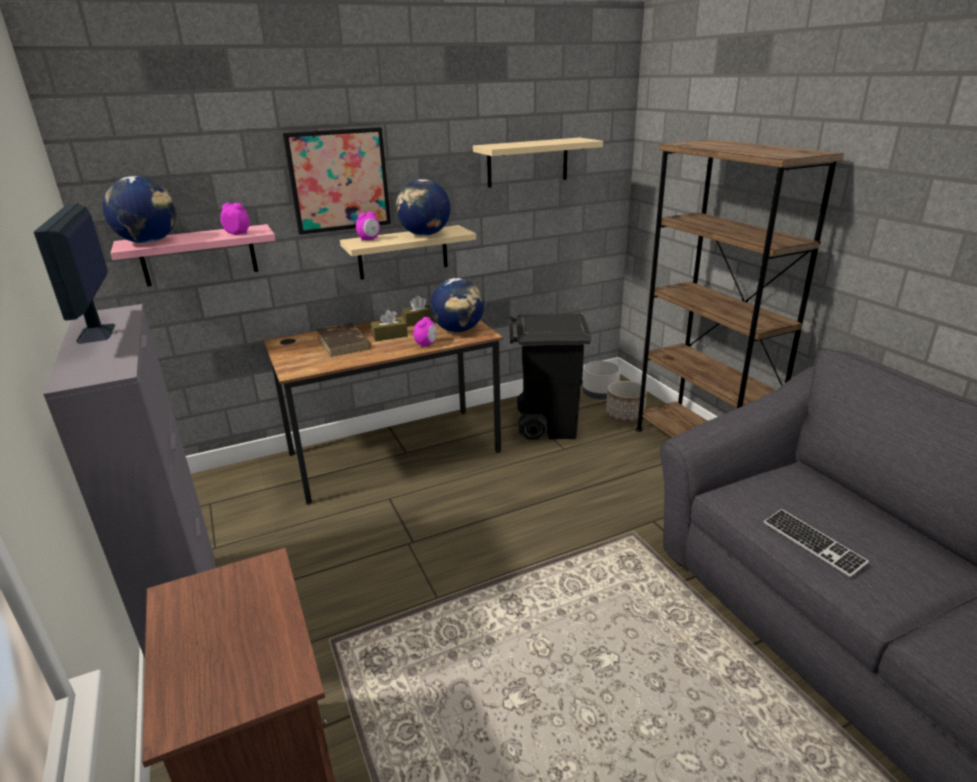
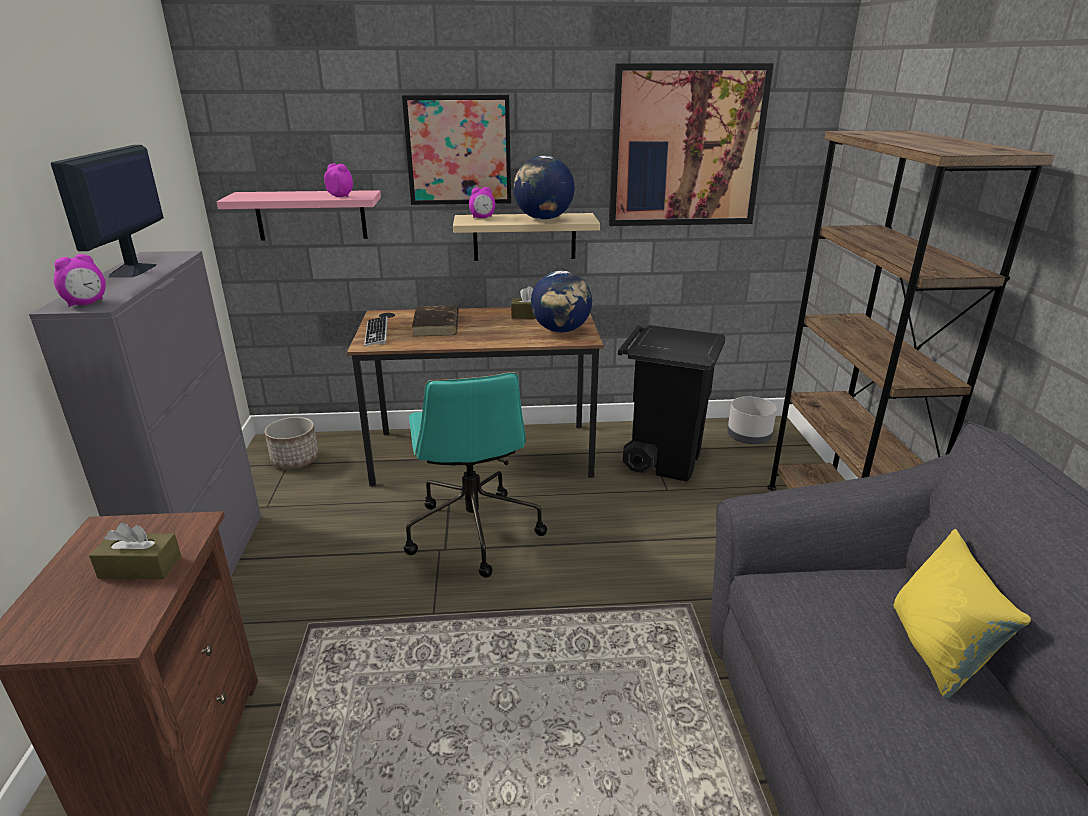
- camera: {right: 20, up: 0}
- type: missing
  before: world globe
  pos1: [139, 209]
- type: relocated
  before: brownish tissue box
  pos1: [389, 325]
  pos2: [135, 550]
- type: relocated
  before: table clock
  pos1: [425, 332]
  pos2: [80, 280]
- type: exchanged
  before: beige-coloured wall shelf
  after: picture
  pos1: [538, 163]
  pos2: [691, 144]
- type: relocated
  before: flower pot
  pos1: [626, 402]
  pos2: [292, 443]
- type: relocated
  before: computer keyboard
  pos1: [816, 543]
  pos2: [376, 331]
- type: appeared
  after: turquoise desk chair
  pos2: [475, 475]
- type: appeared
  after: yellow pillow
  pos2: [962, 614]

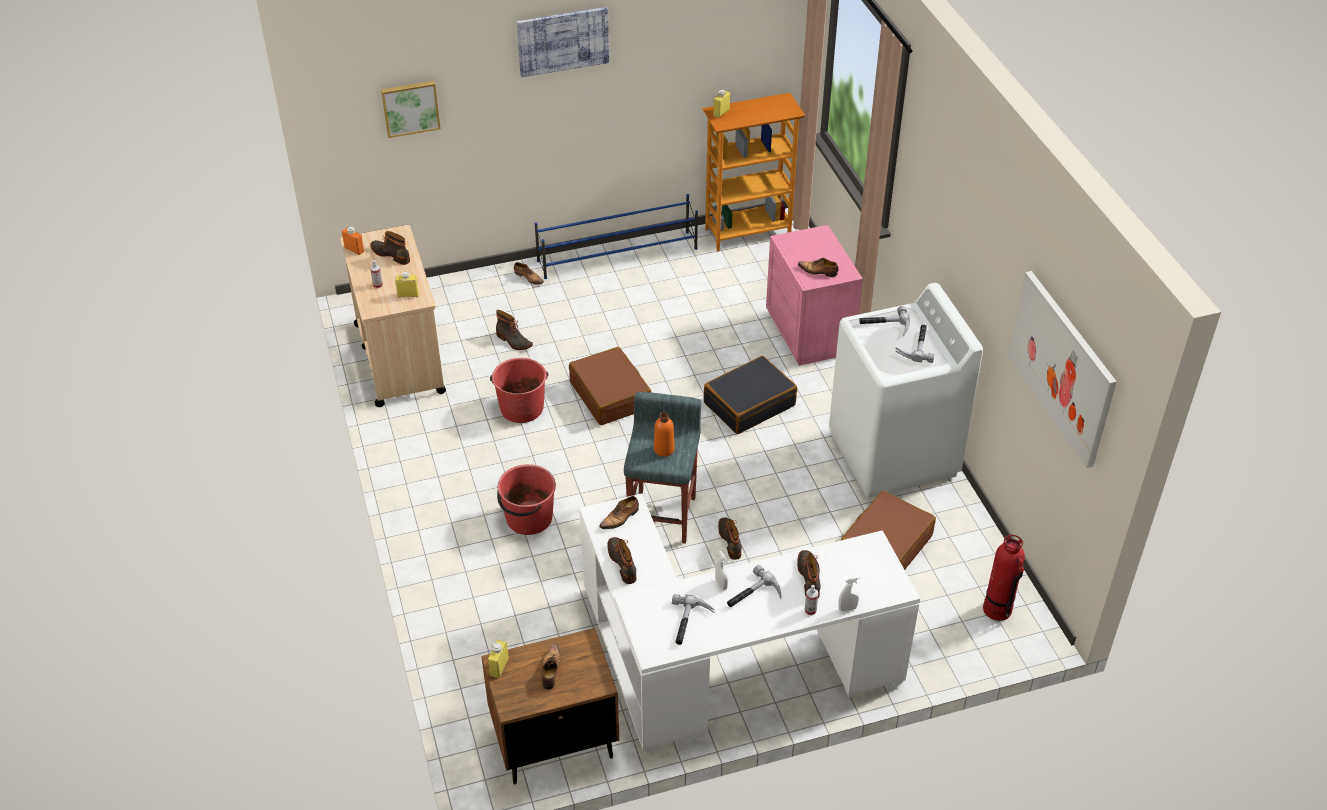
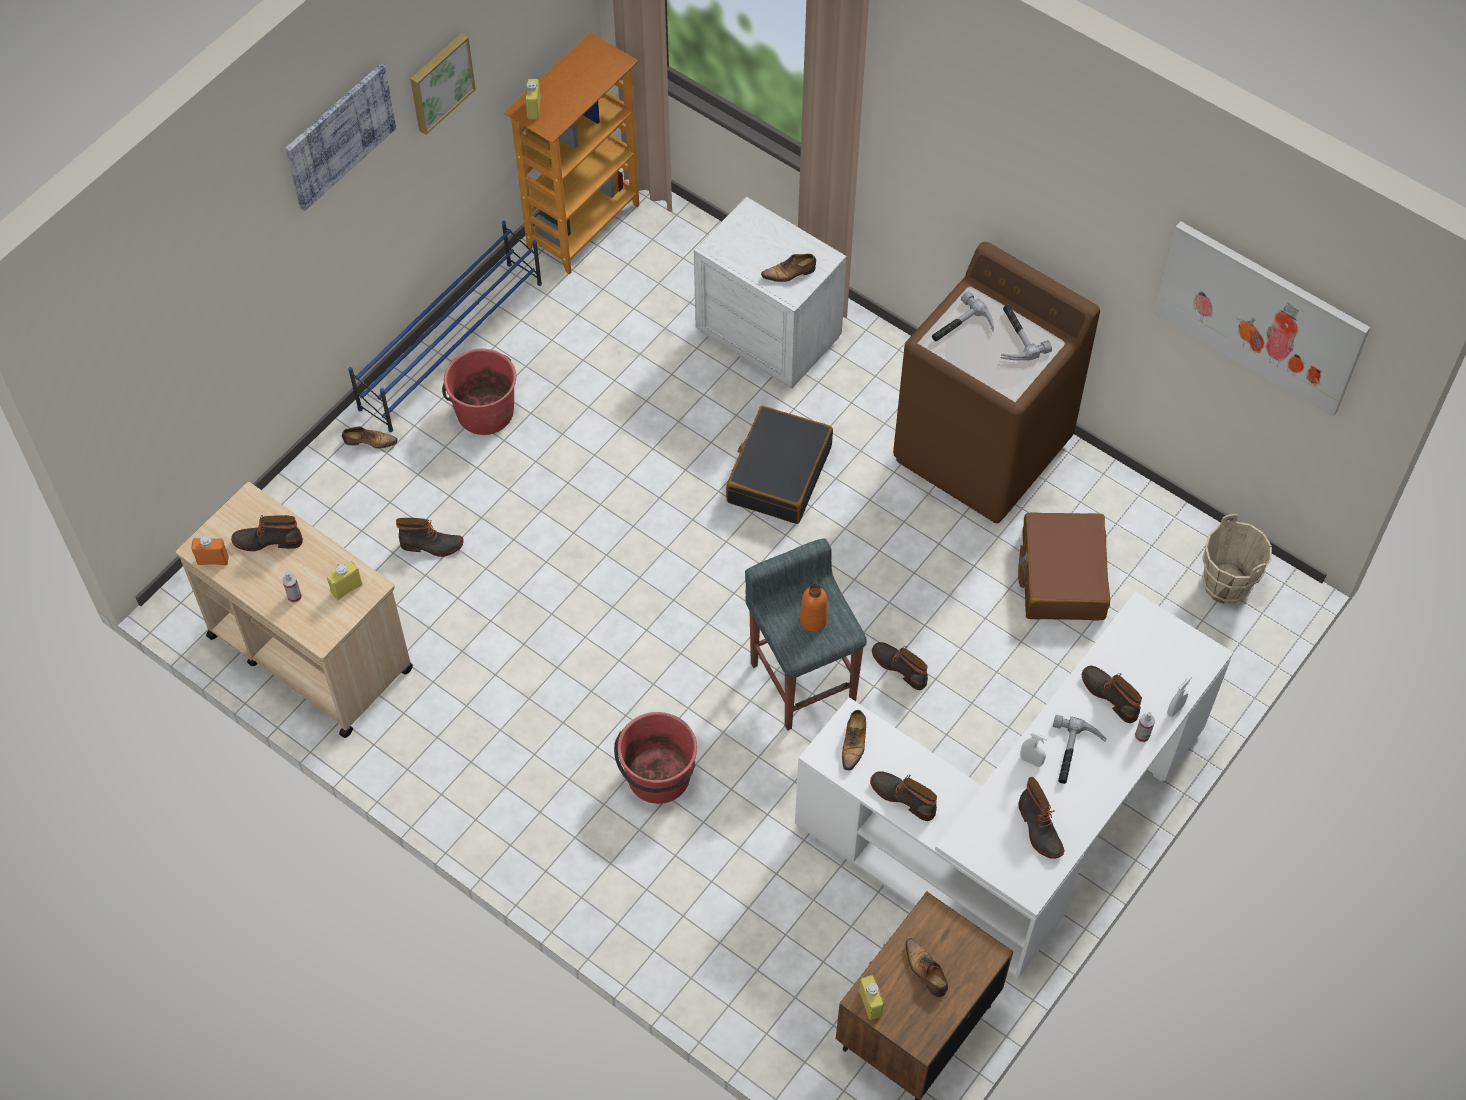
- camera: {right: -35, up: 15}
- type: relocated
  before: picture
  pos1: [411, 109]
  pos2: [443, 84]
- type: relocated
  before: red-coloured pail
  pos1: [519, 390]
  pos2: [479, 392]
- type: missing
  before: brownish travel case
  pos1: [610, 386]
- type: exchanged
  before: hammer
  after: tall boot
  pos1: [693, 619]
  pos2: [1041, 818]
- type: colour
  before: pink-coloured night table
  after: whitish night table
  pos1: [814, 295]
  pos2: [770, 293]
- type: colour
  before: whitish washing machine
  after: brownish washing machine
  pos1: [906, 390]
  pos2: [996, 383]
- type: exchanged
  before: extinguisher
  after: beige-coloured pail
  pos1: [1004, 578]
  pos2: [1237, 559]

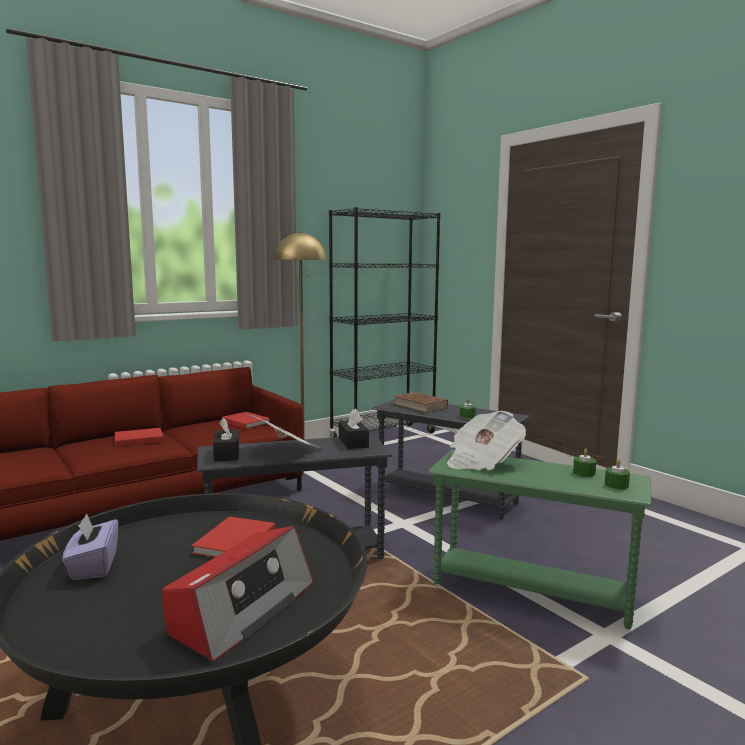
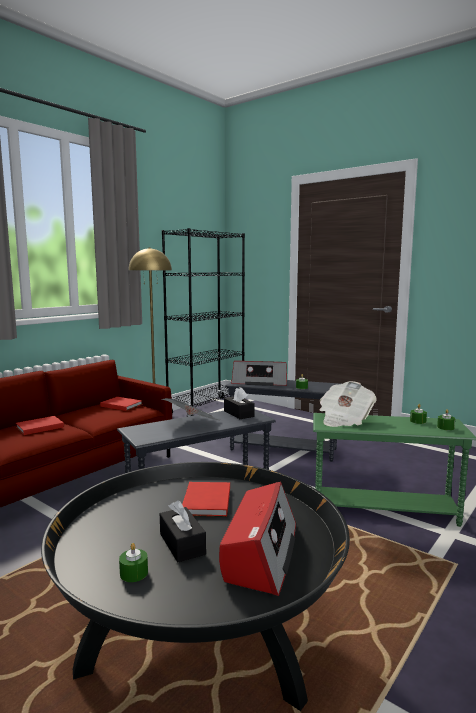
- camera: {right: -15, up: 0}
- type: missing
  before: purple tissue box
  pos1: [90, 547]
- type: relocated
  before: black tissue box
  pos1: [226, 440]
  pos2: [183, 531]
- type: exchanged
  before: brownish book
  after: radio set
  pos1: [420, 402]
  pos2: [259, 373]
- type: appeared
  after: green-coloured wax candle
  pos2: [133, 562]

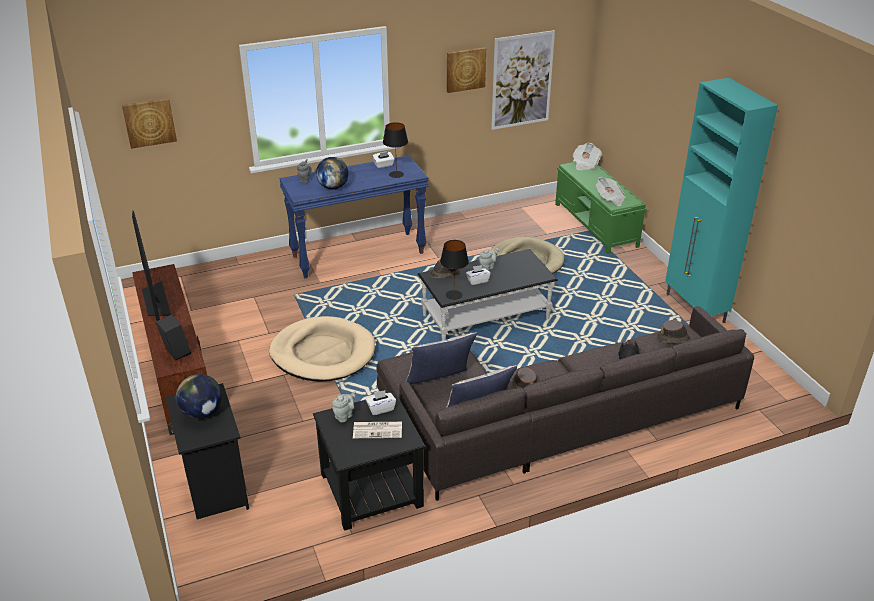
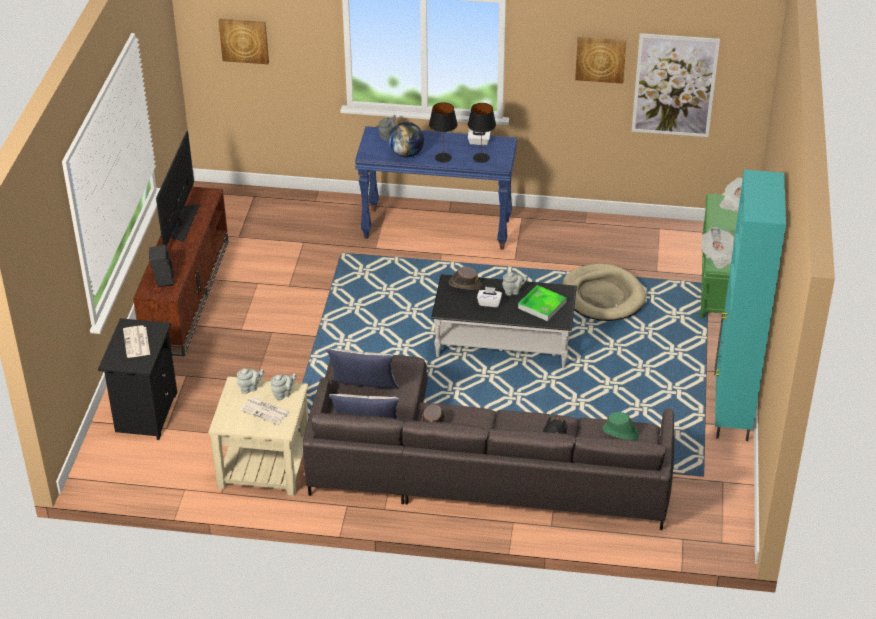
- camera: {right: 30, up: 5}
- type: exchanged
  before: world globe
  after: daily paper
  pos1: [199, 396]
  pos2: [136, 341]
- type: missing
  before: beige-coloured pet bed
  pos1: [322, 349]
- type: colour
  before: black accent table
  after: beige-coloured accent table
  pos1: [369, 461]
  pos2: [258, 436]
- type: exchanged
  before: whitish tissue box
  after: gray tea pot
  pos1: [381, 402]
  pos2: [283, 386]
- type: relocated
  before: black table lamp
  pos1: [454, 270]
  pos2: [443, 132]
- type: colour
  before: brownish wearable hat
  after: green-coloured wearable hat
  pos1: [673, 331]
  pos2: [621, 426]
- type: appeared
  after: serving tray
  pos2: [542, 303]

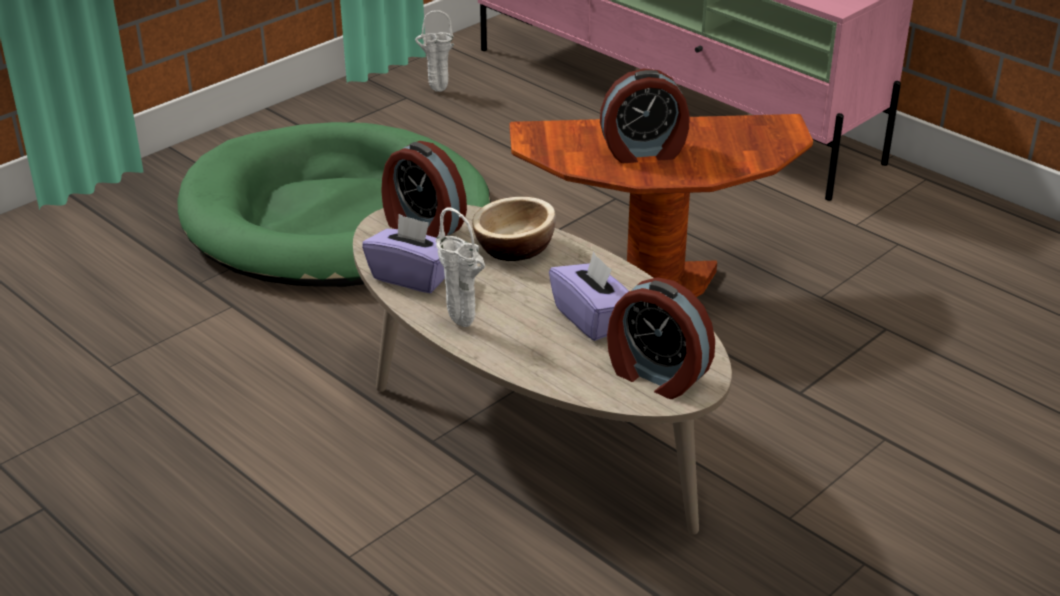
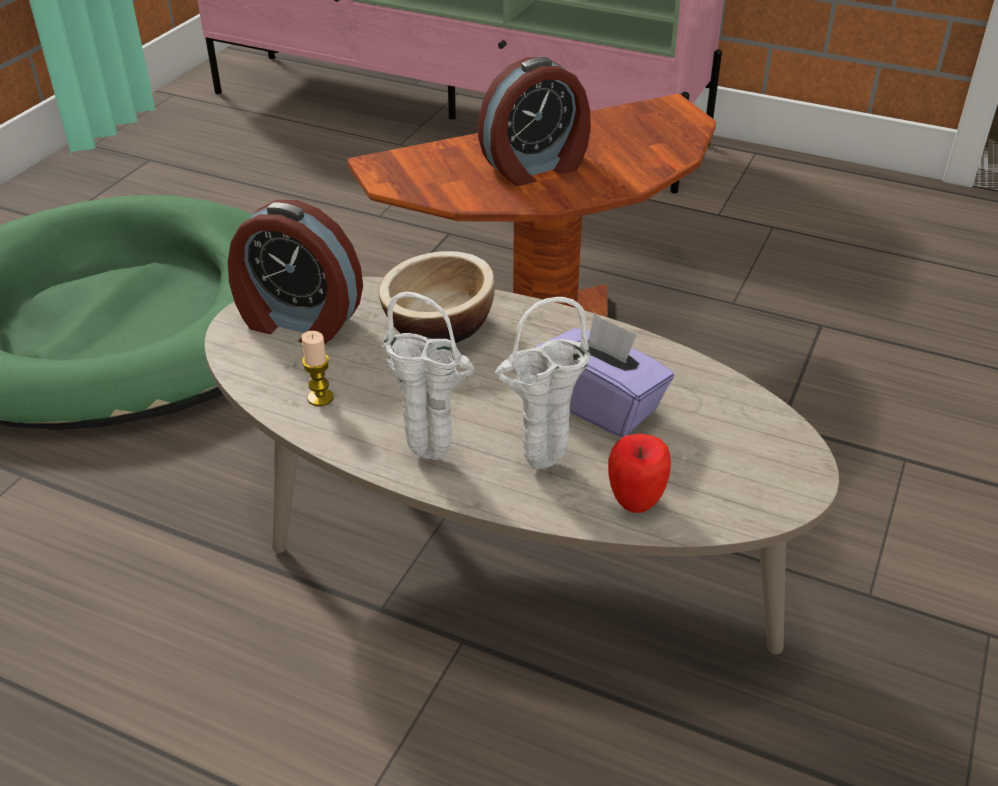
- camera: {right: -20, up: 5}
- type: exchanged
  before: purple tissue box
  after: wax candle
  pos1: [403, 253]
  pos2: [317, 368]
- type: relocated
  before: whitish decorative vase
  pos1: [434, 51]
  pos2: [542, 383]
- type: missing
  before: table clock
  pos1: [661, 338]
- type: appeared
  after: whole apple
  pos2: [639, 473]

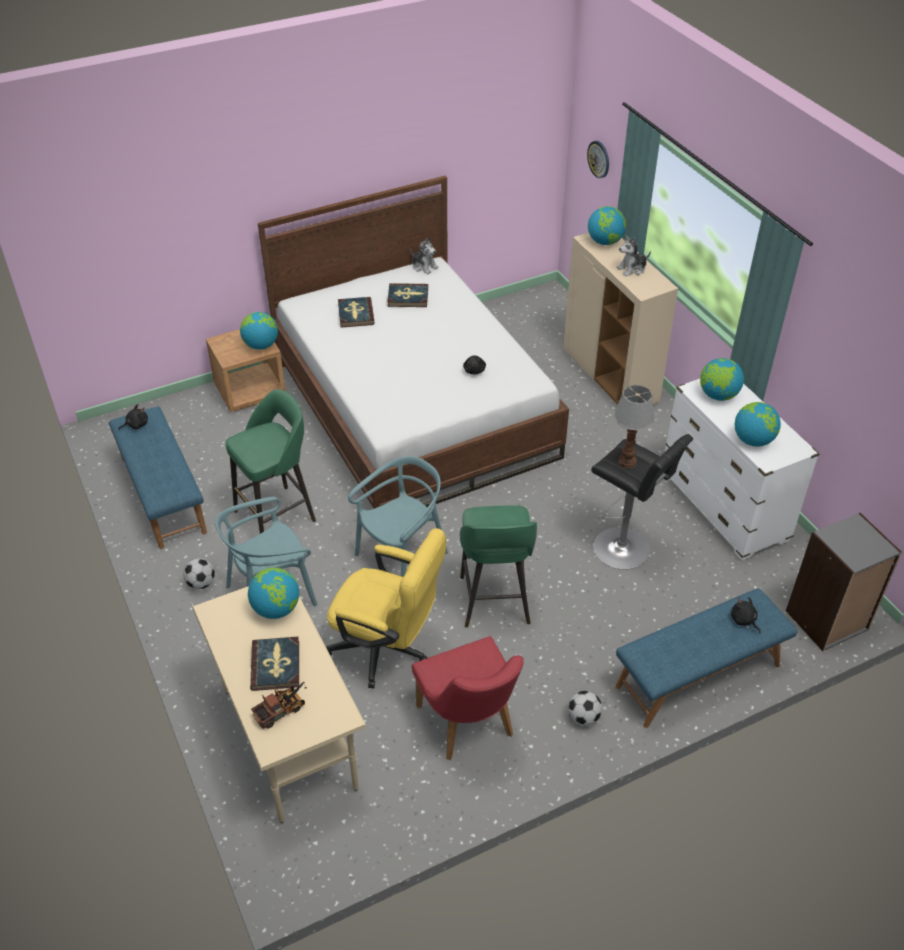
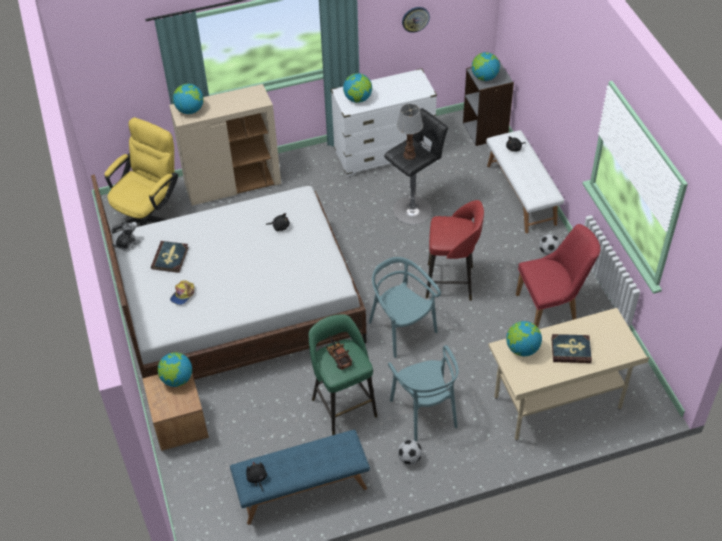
- camera: {right: -80, up: 5}
- type: relocated
  before: toy truck
  pos1: [279, 705]
  pos2: [339, 352]
- type: relocated
  before: yellow desk chair
  pos1: [386, 608]
  pos2: [141, 175]
- type: exchanged
  before: book
  after: baseball cap
  pos1: [356, 312]
  pos2: [182, 292]
- type: colour
  before: green-coloured sitting stool
  after: red-coloured sitting stool
  pos1: [498, 566]
  pos2: [455, 250]
- type: relocated
  before: wall clock
  pos1: [598, 159]
  pos2: [416, 20]
- type: colour
  before: blue-coloured bench
  after: whitish bench
  pos1: [706, 658]
  pos2: [525, 181]
- type: missing
  before: soft toy
  pos1: [634, 255]
- type: relocated
  before: world globe
  pos1: [758, 424]
  pos2: [486, 66]

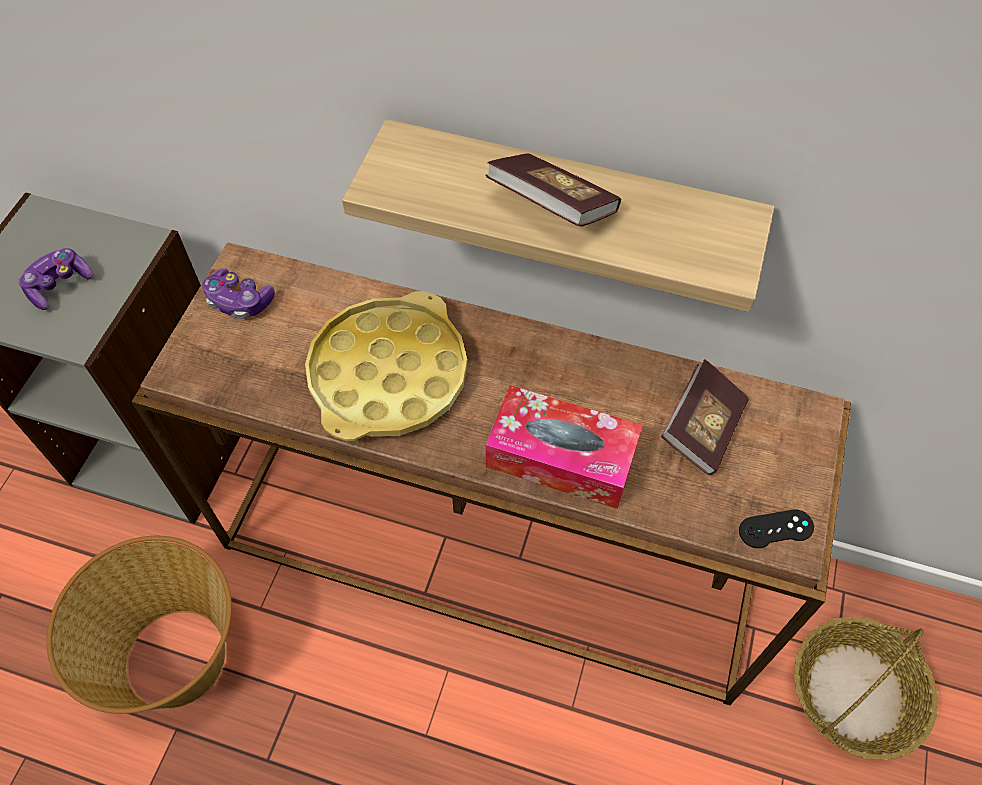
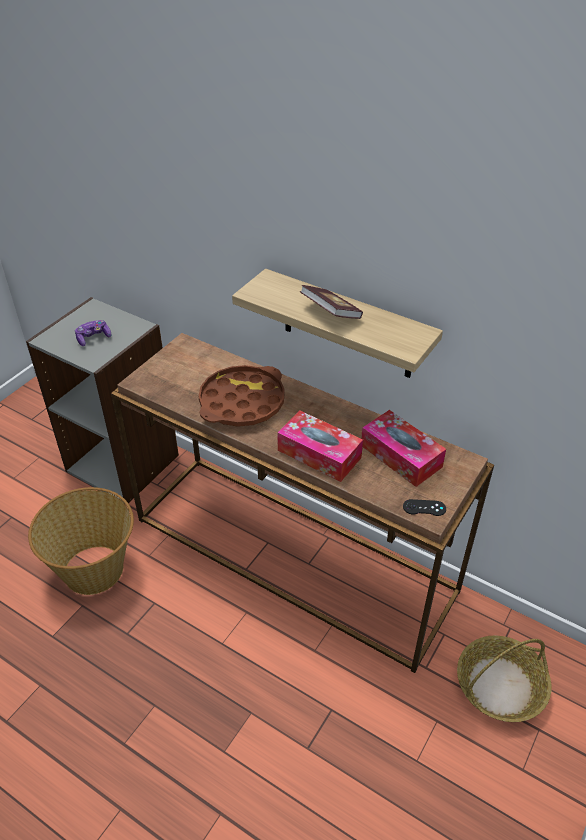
- camera: {right: 15, up: -15}
- type: missing
  before: joypad
  pos1: [238, 294]
- type: colour
  before: yellow serving tray
  after: brownish serving tray
  pos1: [386, 366]
  pos2: [241, 396]
- type: exchanged
  before: book
  after: tissue box
  pos1: [704, 417]
  pos2: [403, 448]

